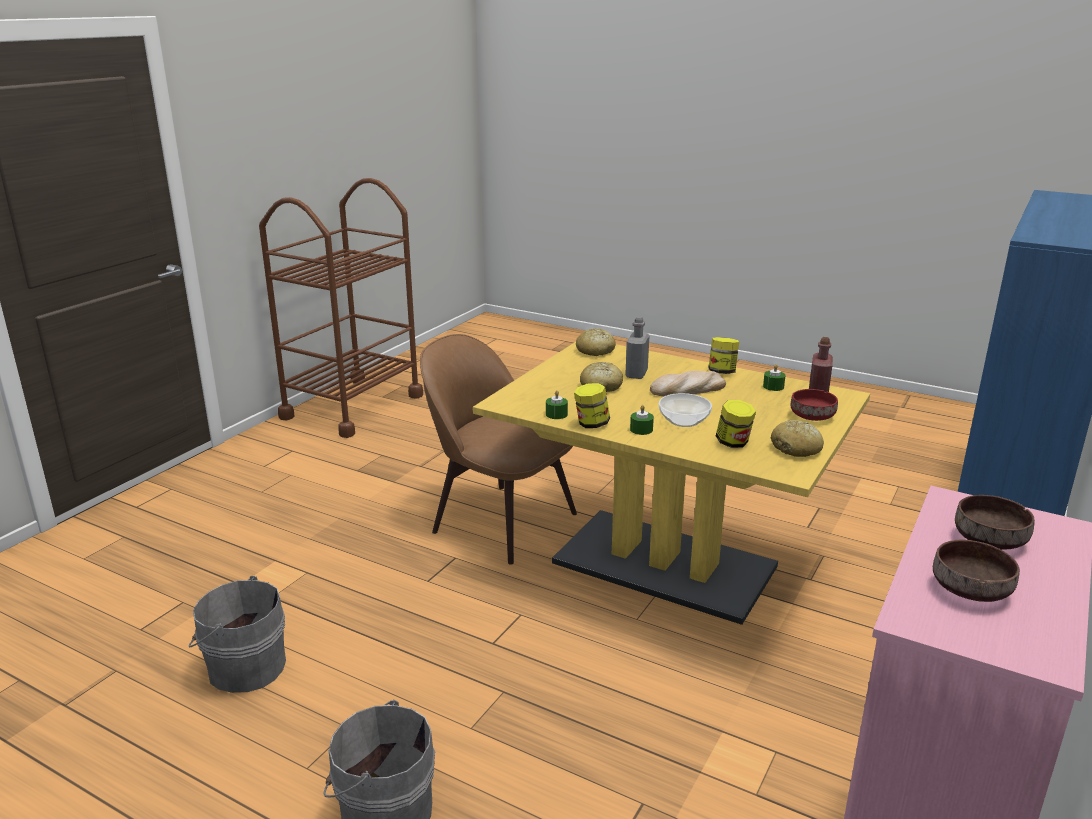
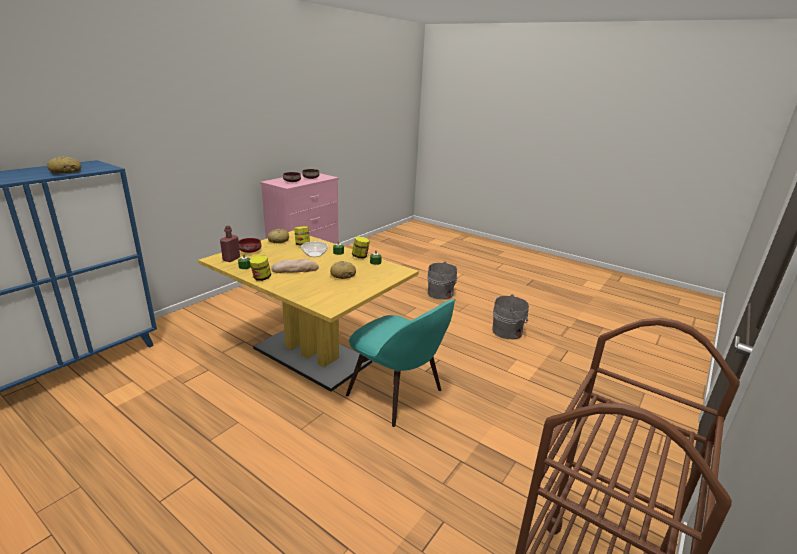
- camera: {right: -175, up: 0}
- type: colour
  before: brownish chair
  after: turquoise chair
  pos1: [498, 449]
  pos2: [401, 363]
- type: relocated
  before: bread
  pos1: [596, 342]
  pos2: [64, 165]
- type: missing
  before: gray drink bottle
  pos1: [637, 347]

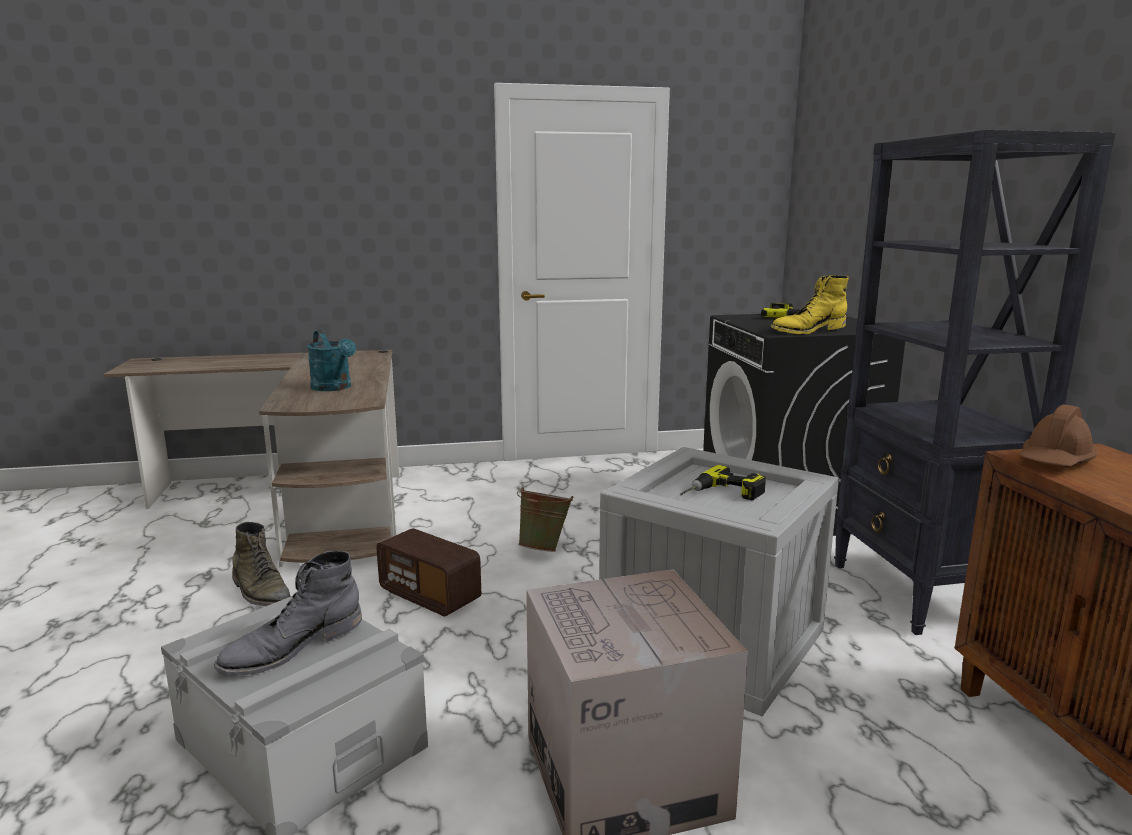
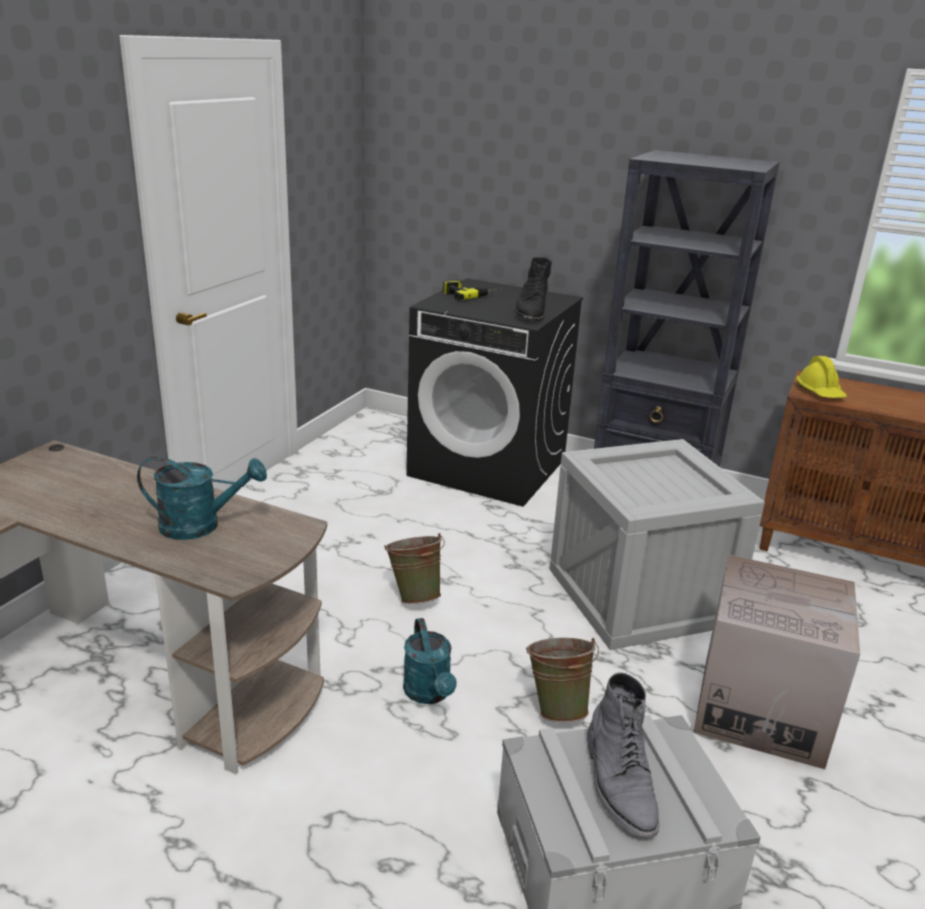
- camera: {right: -55, up: 10}
- type: missing
  before: green-coloured tall boot
  pos1: [261, 564]
- type: exchanged
  before: radio set
  after: turquoise watering can
  pos1: [428, 572]
  pos2: [430, 661]
- type: missing
  before: electric drill
  pos1: [723, 482]
- type: colour
  before: yellow tall boot
  after: black tall boot
  pos1: [809, 304]
  pos2: [533, 289]
- type: colour
  before: brownish work helmet
  after: yellow work helmet
  pos1: [1058, 435]
  pos2: [821, 377]
- type: appeared
  after: green-coloured pail
  pos2: [562, 680]

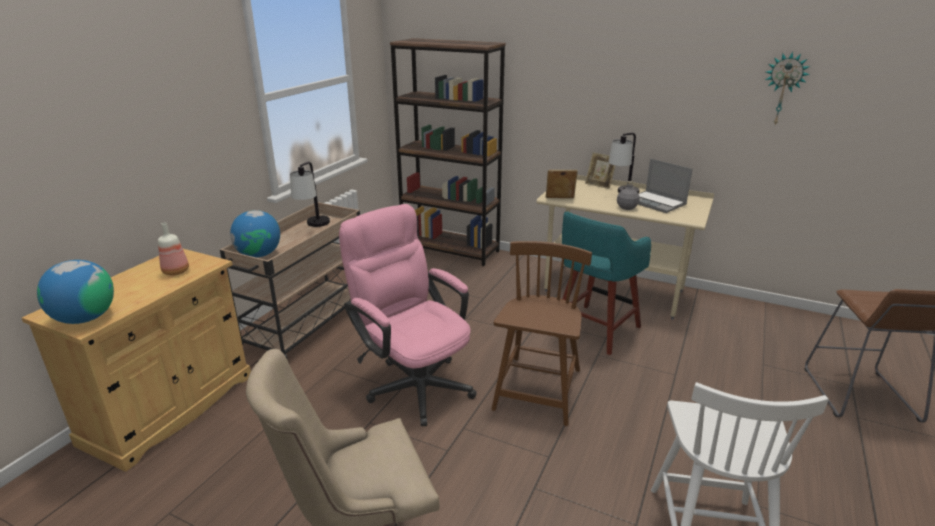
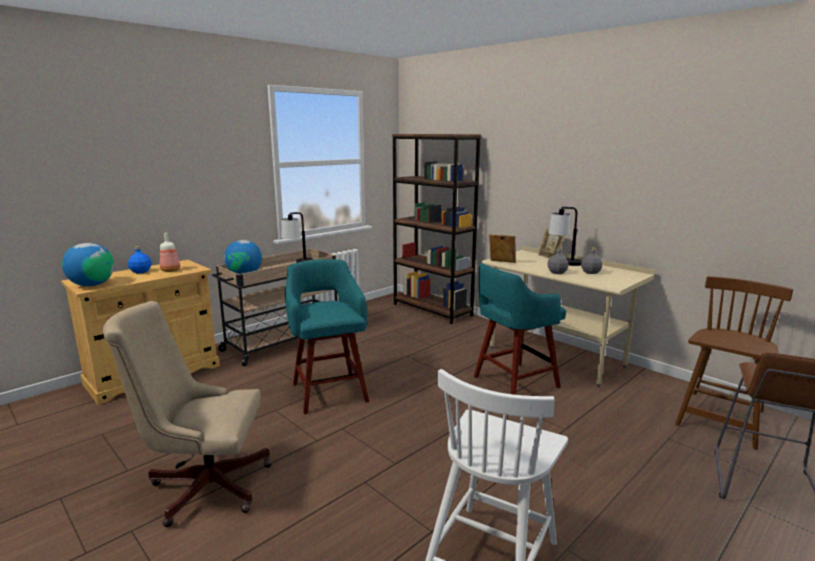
- camera: {right: 20, up: -10}
- type: exchanged
  before: pink-coloured desk chair
  after: turquoise sitting stool
  pos1: [408, 315]
  pos2: [327, 336]
- type: relocated
  before: brownish chair
  pos1: [542, 333]
  pos2: [734, 363]
- type: exchanged
  before: laptop
  after: gray drink bottle
  pos1: [665, 186]
  pos2: [591, 261]
- type: missing
  before: wall clock
  pos1: [787, 88]
- type: appeared
  after: blue-coloured drink bottle
  pos2: [139, 259]

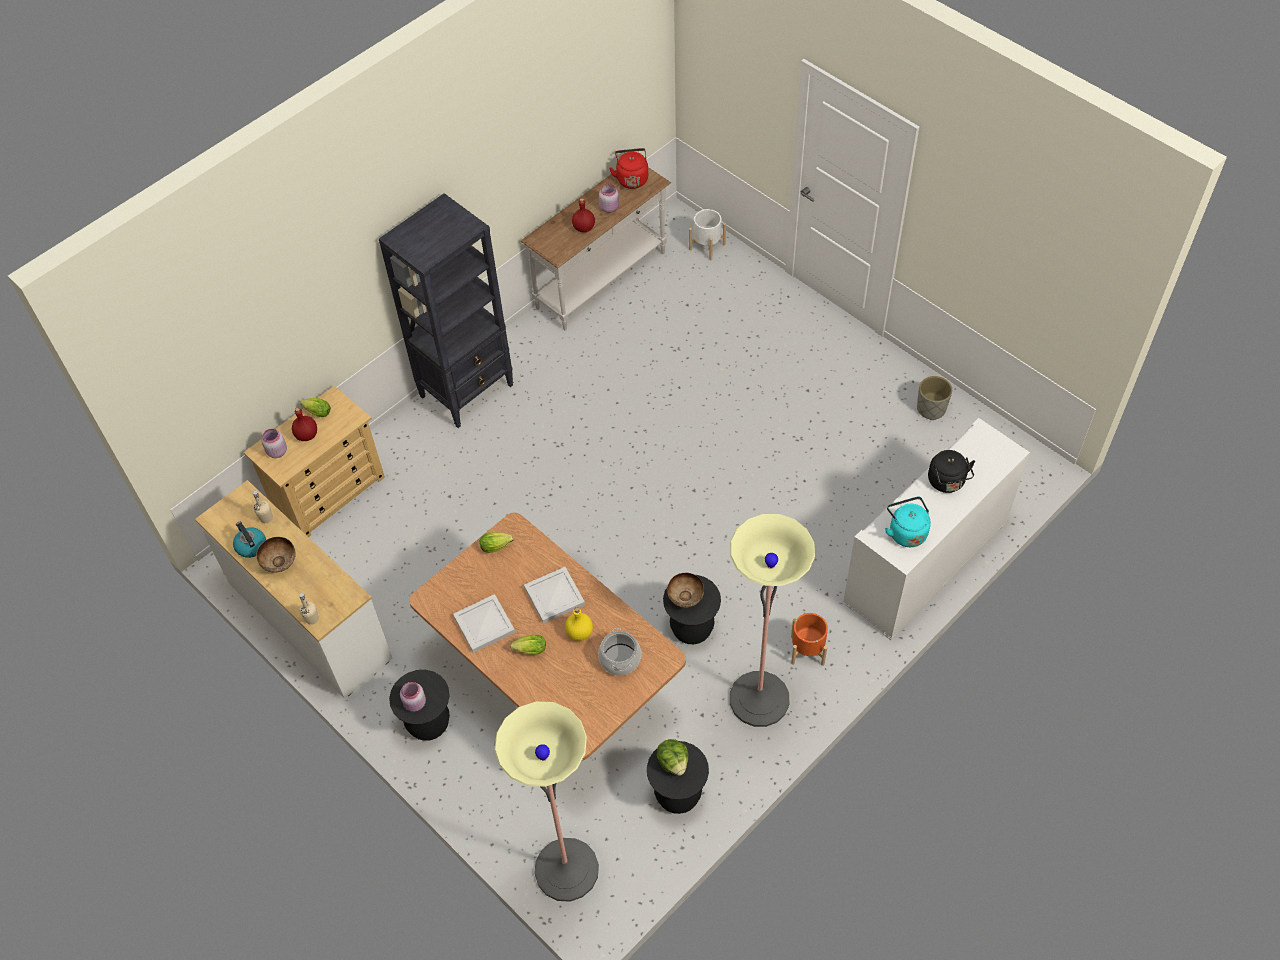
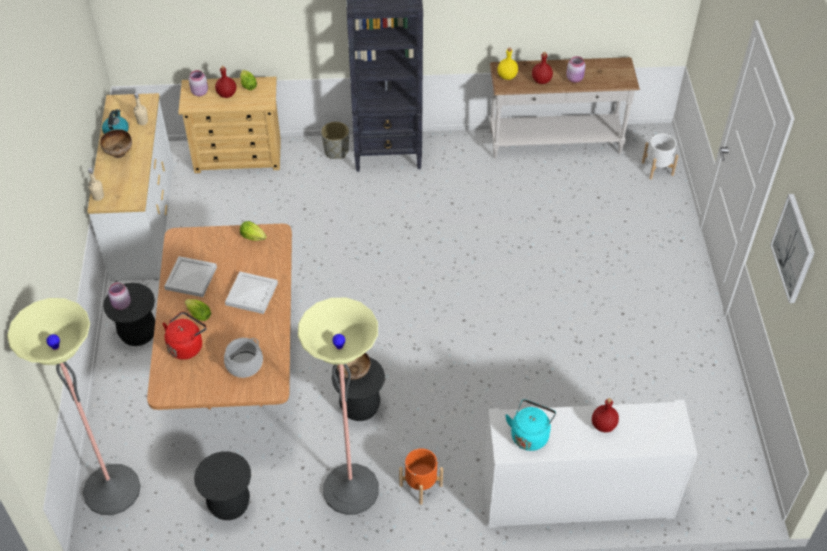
- camera: {right: 40, up: -5}
- type: relocated
  before: yellow drink bottle
  pos1: [579, 624]
  pos2: [507, 63]
- type: relocated
  before: red-coloured kettle
  pos1: [628, 168]
  pos2: [185, 336]
- type: missing
  before: lettuce
  pos1: [672, 757]
- type: relocated
  before: gray flower pot
  pos1: [934, 398]
  pos2: [335, 140]
- type: exchanged
  before: black kettle
  after: red-coloured drink bottle
  pos1: [951, 471]
  pos2: [605, 415]
- type: appeared
  after: picture
  pos2: [792, 248]

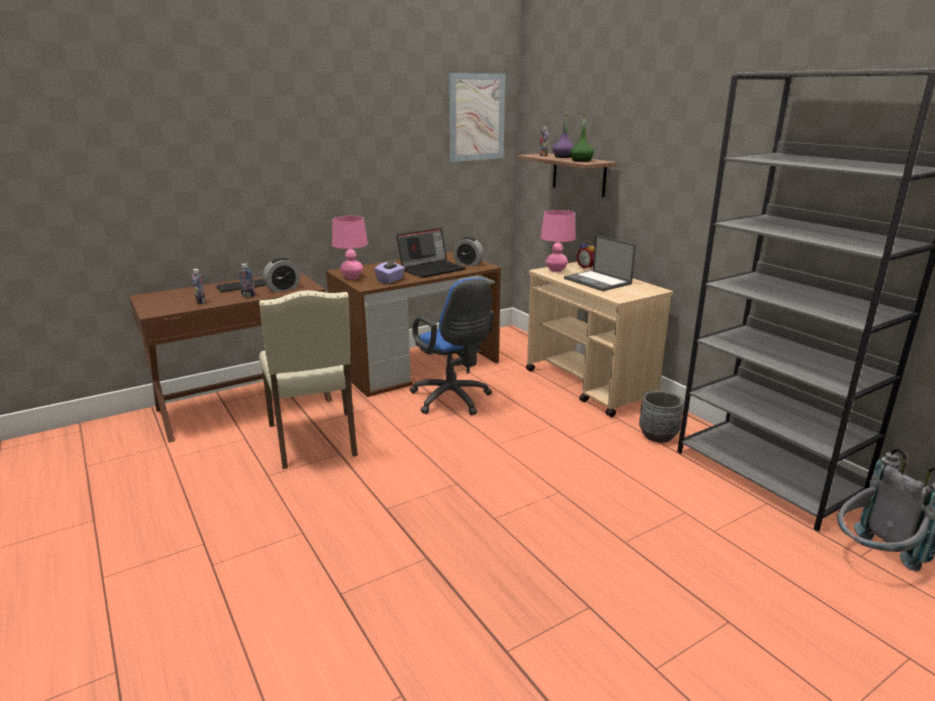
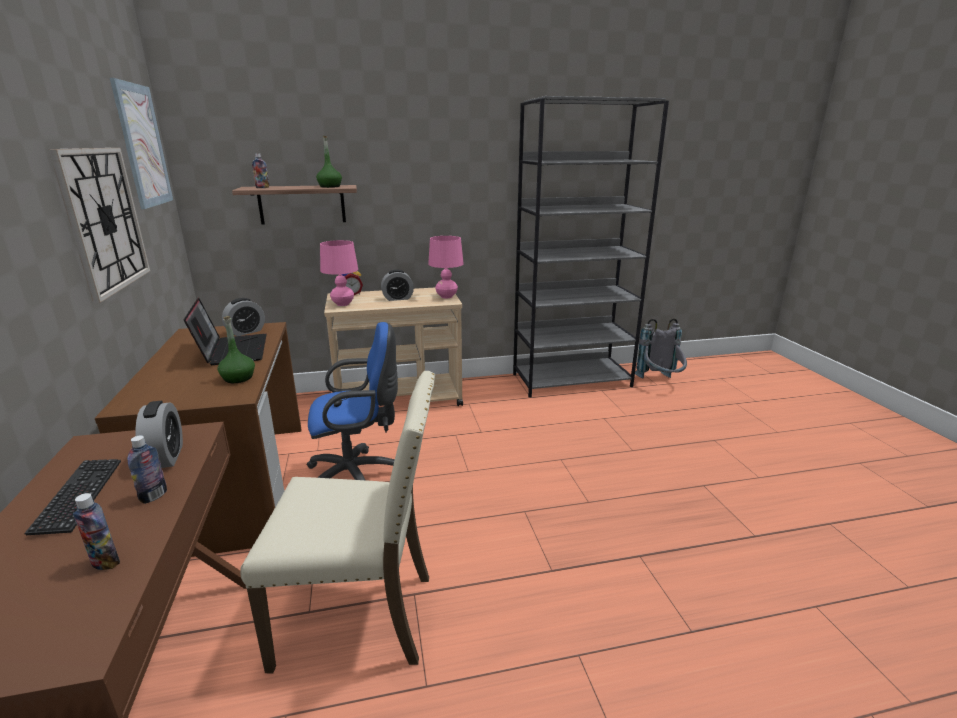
- camera: {right: -70, up: 0}
- type: relocated
  before: pink-coloured table lamp
  pos1: [350, 247]
  pos2: [446, 267]
- type: exchanged
  before: purple tissue box
  after: green-coloured drink bottle
  pos1: [389, 271]
  pos2: [236, 349]
- type: missing
  before: purple drink bottle
  pos1: [563, 135]
- type: exchanged
  before: laptop
  after: table clock
  pos1: [600, 263]
  pos2: [397, 285]
- type: missing
  before: gray flower pot
  pos1: [661, 416]
- type: appeared
  after: wall clock
  pos2: [99, 225]

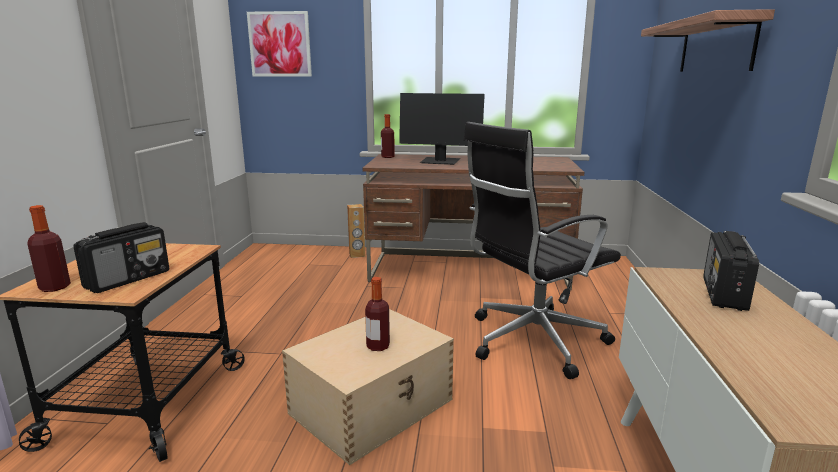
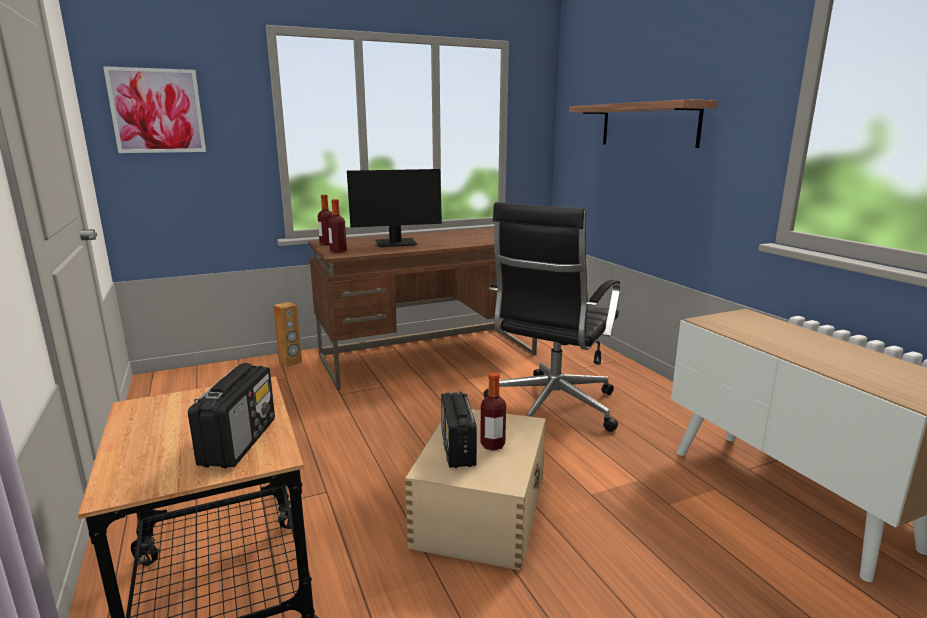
- camera: {right: -30, up: 0}
- type: relocated
  before: drink bottle
  pos1: [49, 248]
  pos2: [337, 226]
- type: relocated
  before: radio set
  pos1: [731, 271]
  pos2: [459, 430]

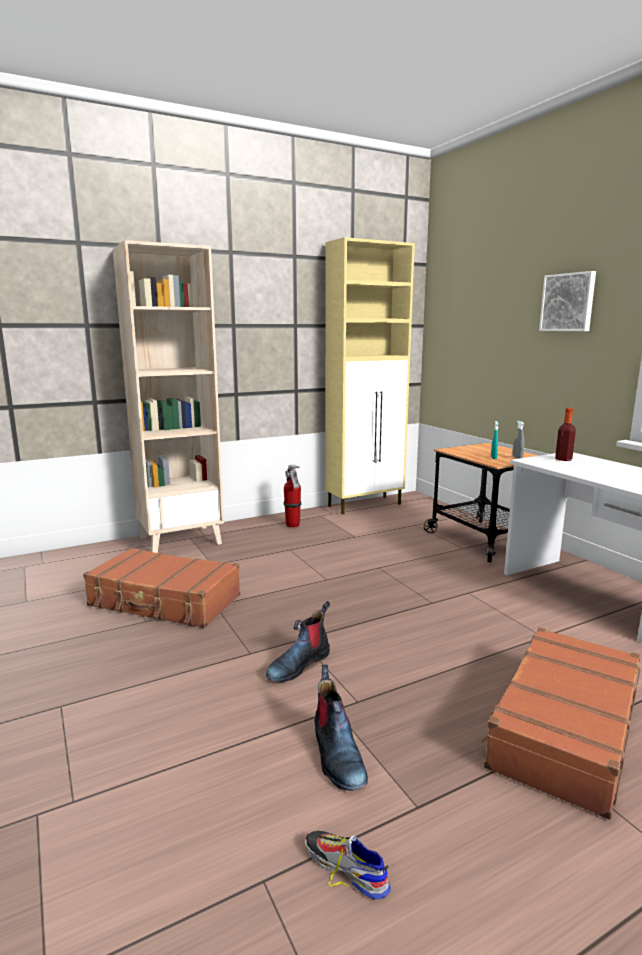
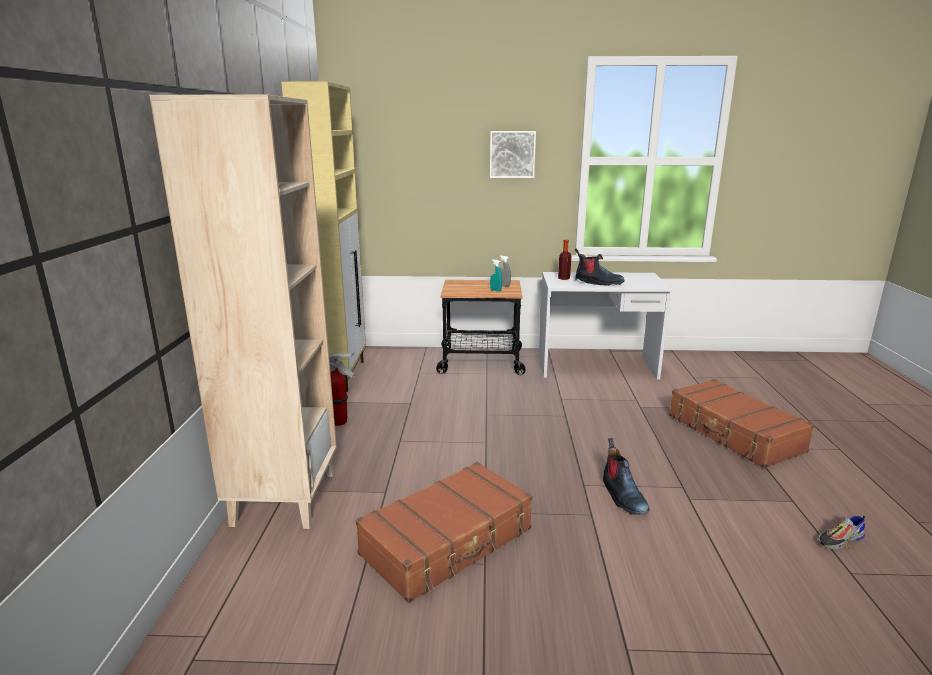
- camera: {right: -60, up: 5}
- type: relocated
  before: tall boot
  pos1: [341, 728]
  pos2: [600, 267]

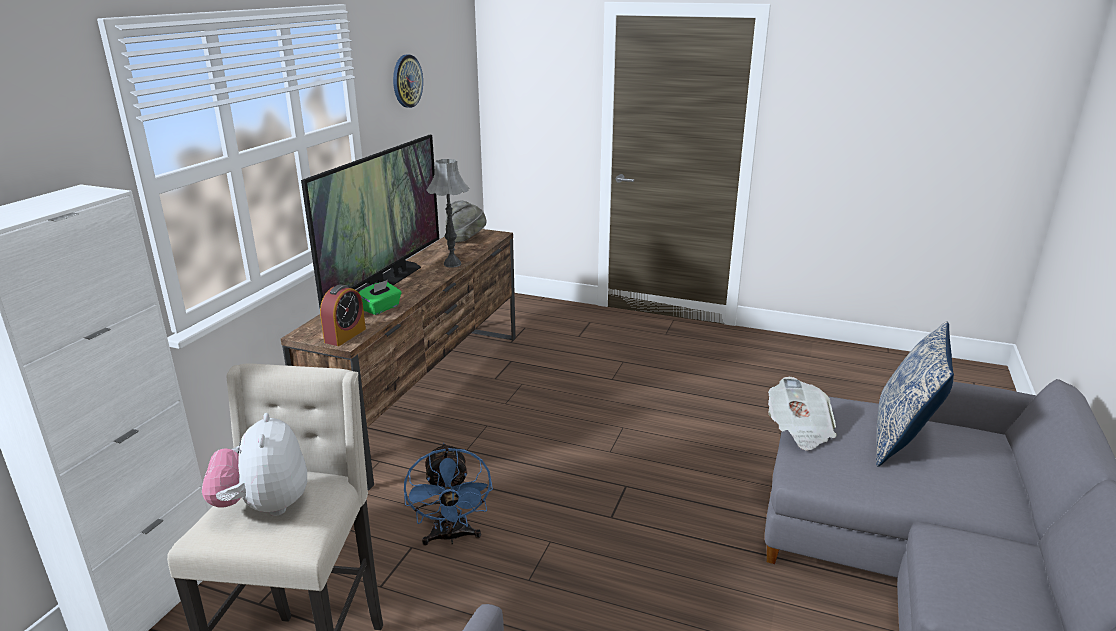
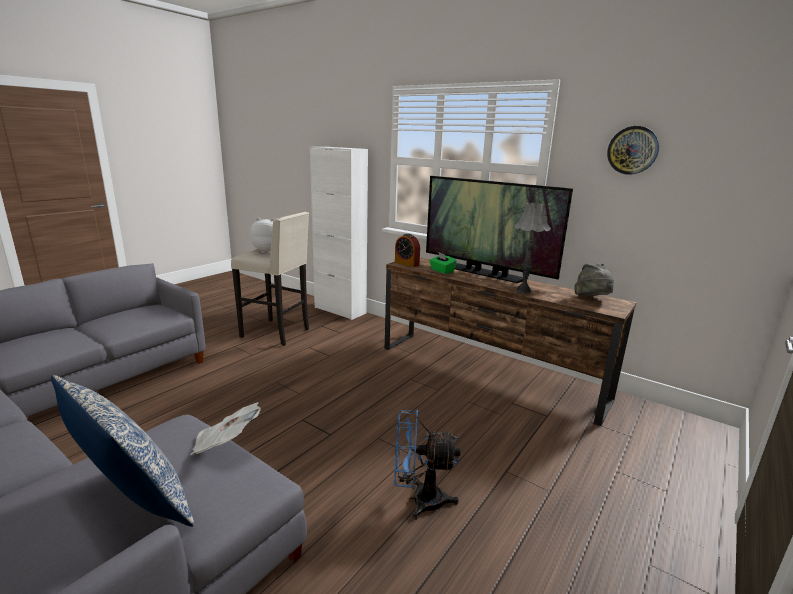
- camera: {right: 105, up: -5}
- type: relocated
  before: blue-coloured cooling fan
  pos1: [448, 494]
  pos2: [427, 465]

